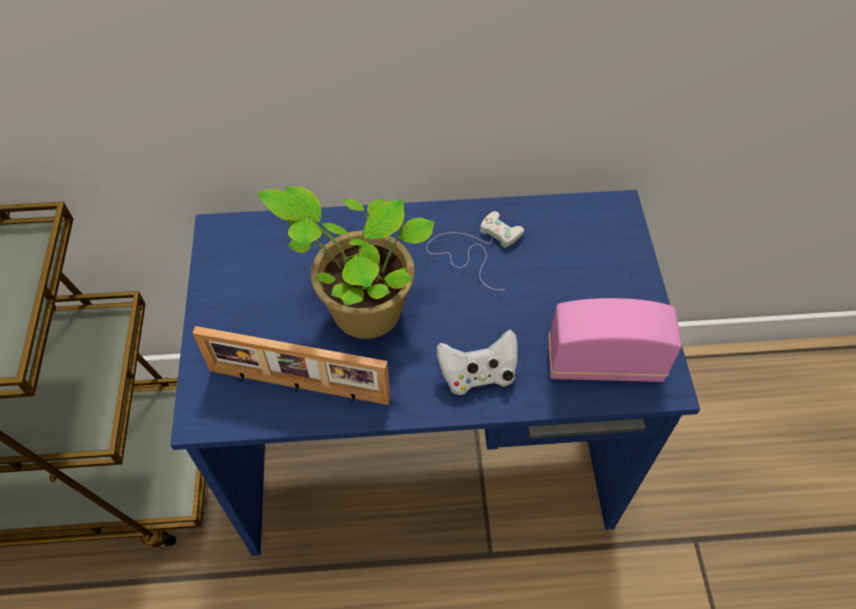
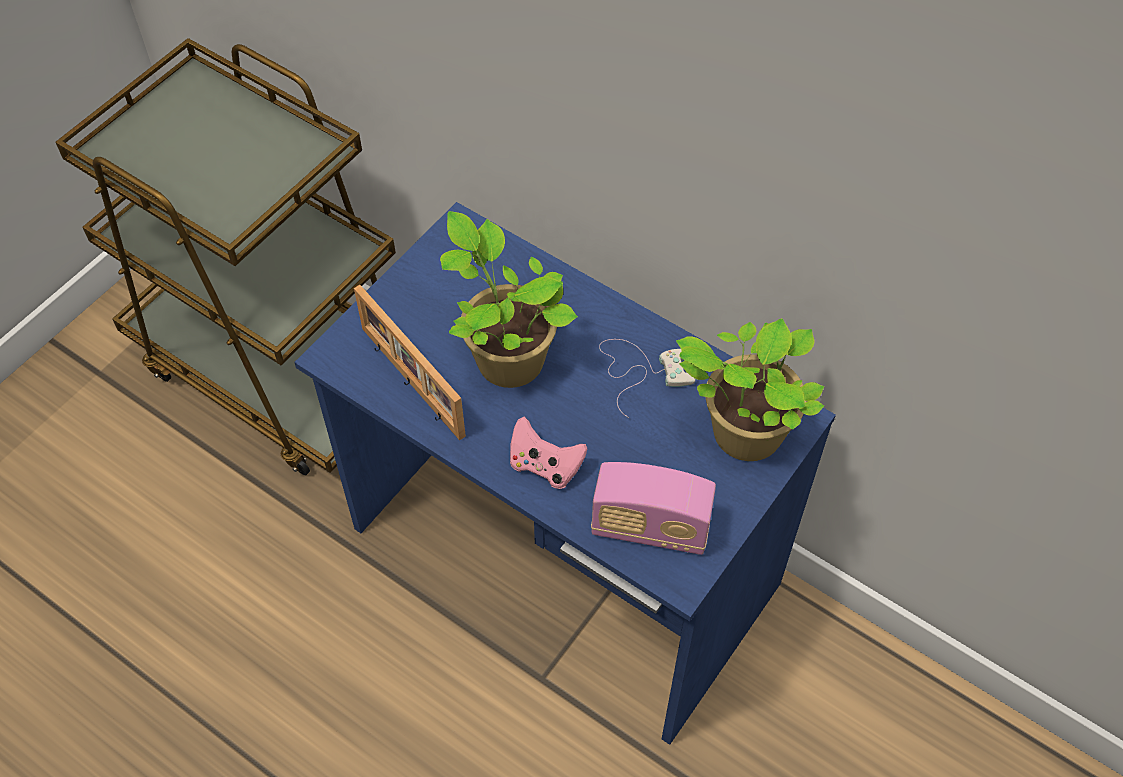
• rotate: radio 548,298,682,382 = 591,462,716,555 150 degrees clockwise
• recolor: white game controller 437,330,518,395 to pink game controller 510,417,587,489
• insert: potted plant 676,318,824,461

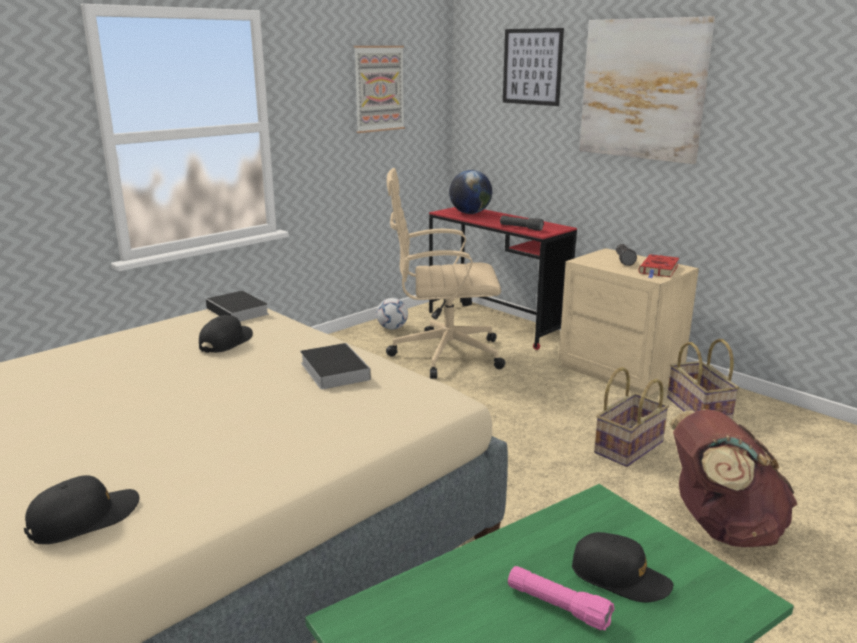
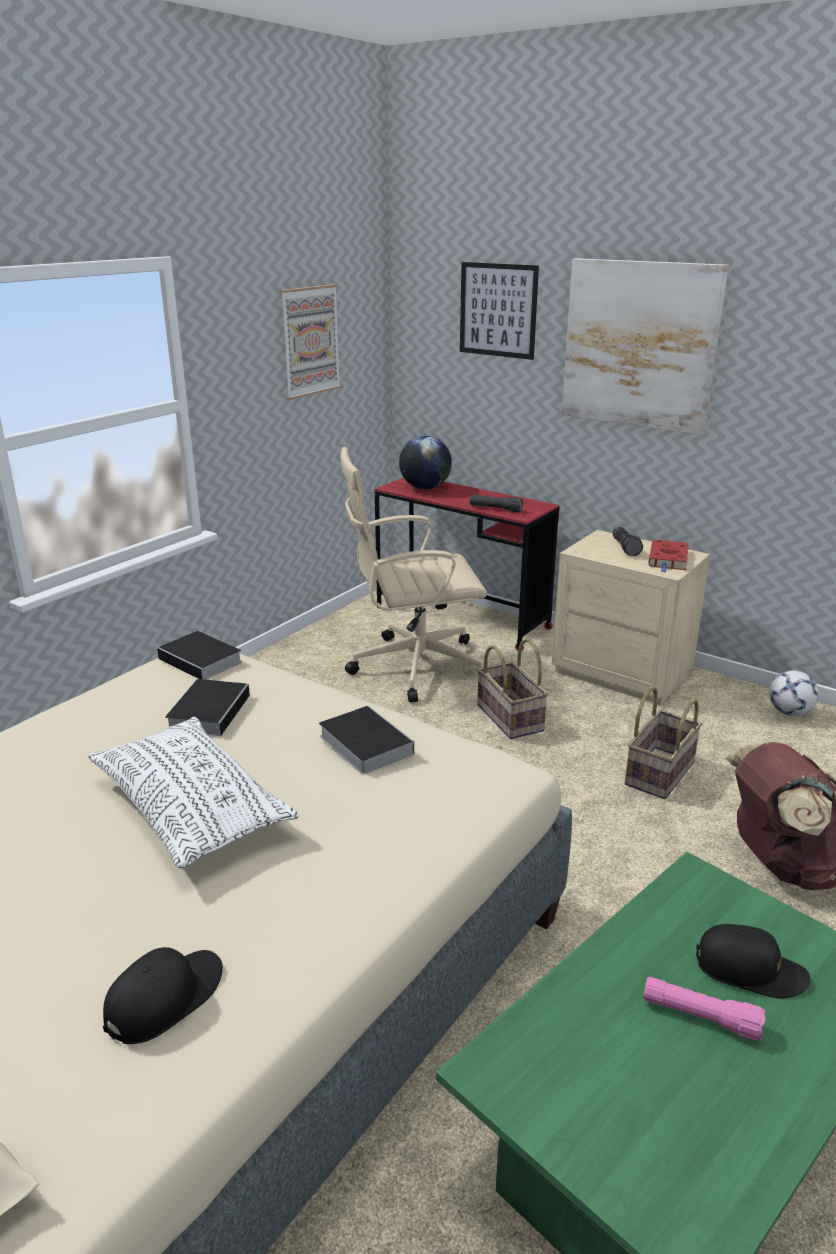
• move: football 376,298,408,330 to 769,670,819,716
• replace: black cap 199,315,253,353 to book 165,679,251,736
• move: basket 667,339,739,420 to 477,638,548,739
• insert: white pillow 88,717,299,868

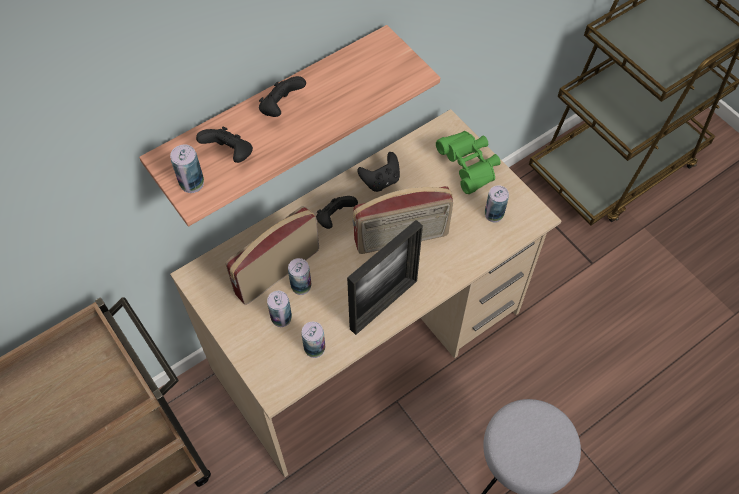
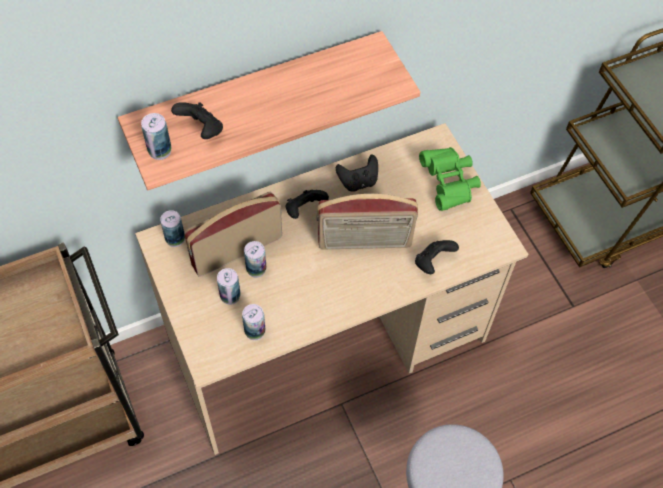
• move: black game controller 259,76,306,117 to 415,240,459,274
• move: can 485,185,509,222 to 160,210,185,247
• delete: picture frame 347,220,423,335

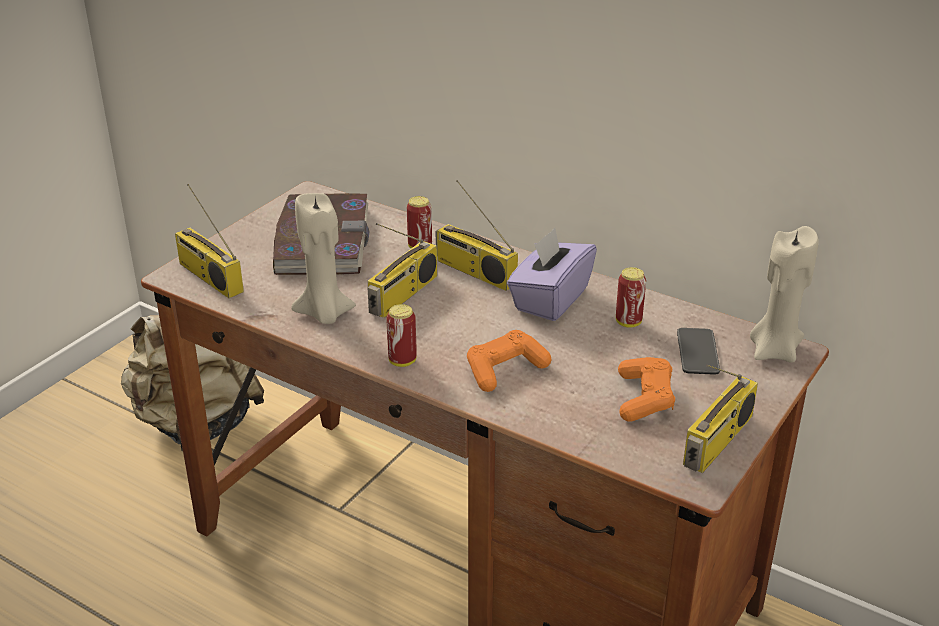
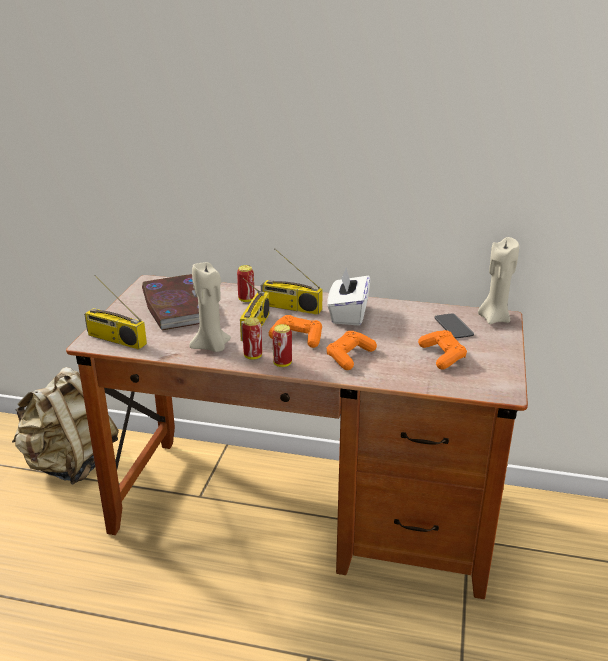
• recolor: purple tissue box 507,228,597,321 to white tissue box 327,268,370,325
• move: can 616,267,646,328 to 242,317,262,360
• delete: radio 683,364,758,473
• insert: orange game controller 269,315,322,348

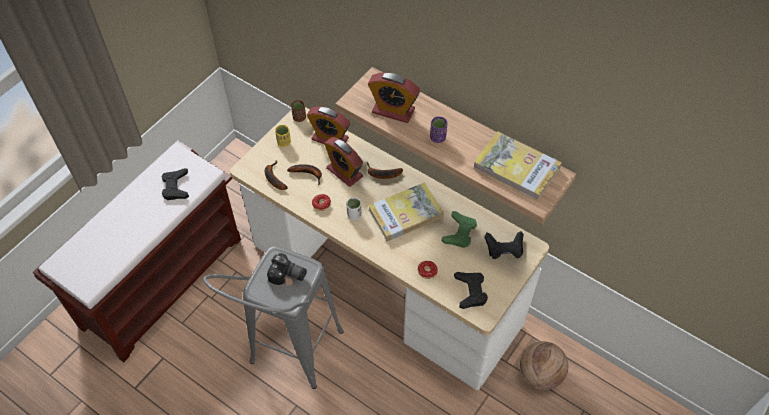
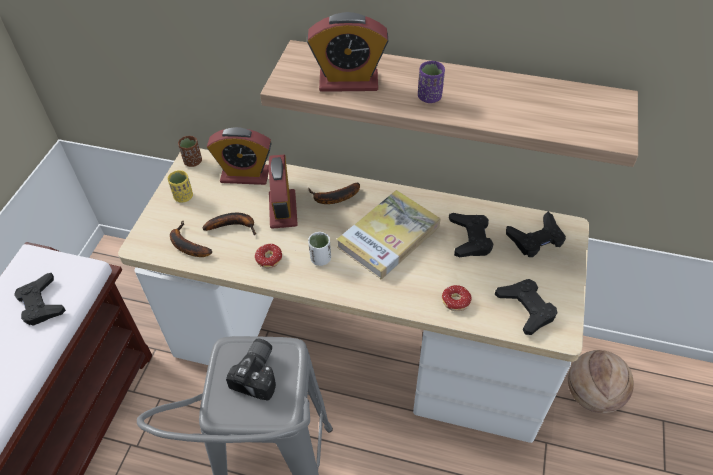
• delete: book 473,131,562,201
• rotate: alarm clock 324,137,363,187 = 269,155,298,229 60 degrees clockwise
• recolor: green game controller 442,211,477,248 to black game controller 449,213,494,258
• rotate: photo camera 267,253,307,285 = 226,339,276,400 75 degrees counterclockwise

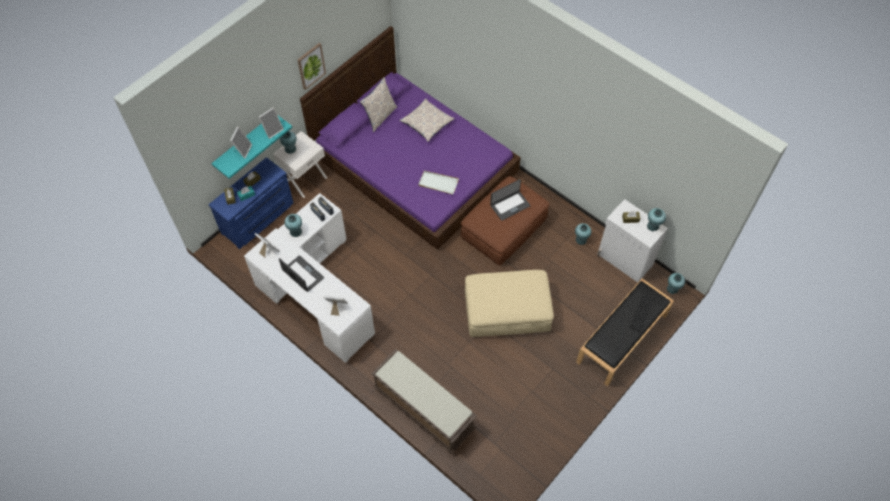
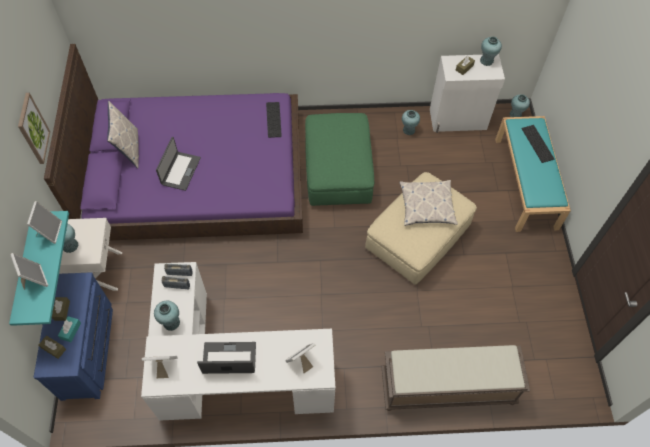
• move: pillow 399,99,455,142 to 400,180,458,226
• delete: white tray 418,171,459,195
• recolor: brown ottoman 460,176,549,266 to green ottoman 305,113,374,206
• move: laptop 490,179,531,221 to 156,137,201,191
• recolor: black bench 576,279,674,386 to turquoise bench 495,116,571,232
• insert: keyboard 266,102,282,138

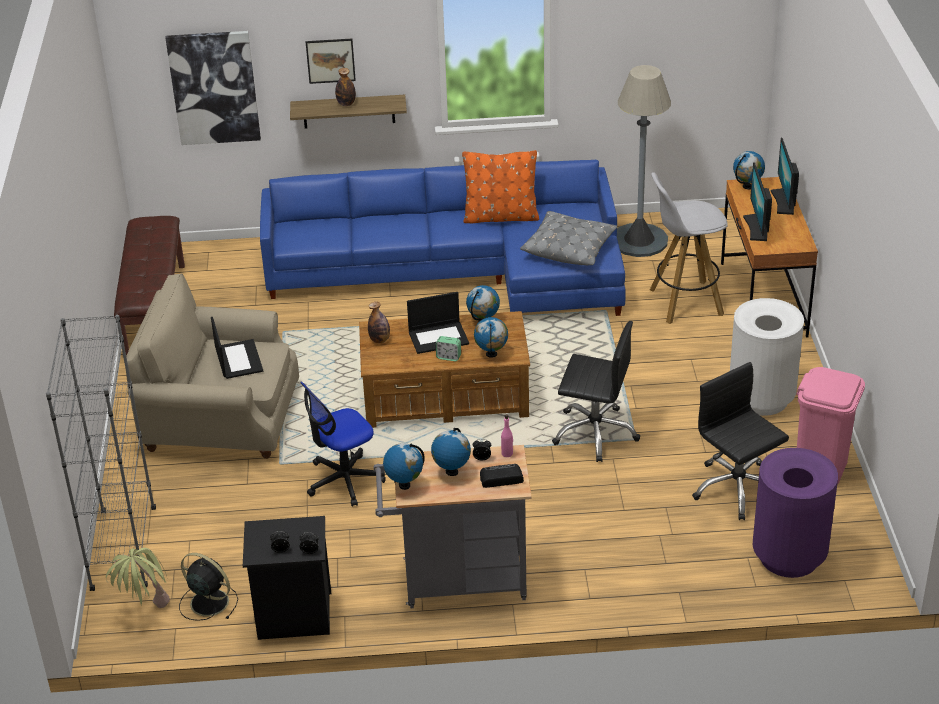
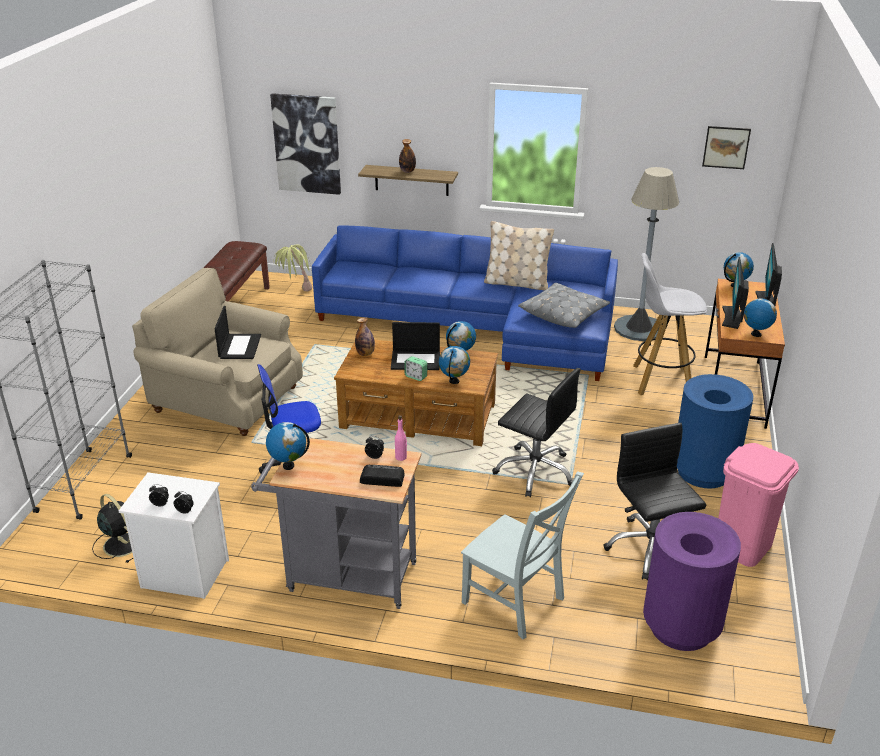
• move: picture 306,39,356,84 to 702,126,751,169
• recolor: orange pillow 462,150,539,223 to beige pillow 484,221,554,290
• recolor: white trash can 730,298,804,416 to blue trash can 677,374,753,489
• move: globe 431,428,471,476 to 744,296,777,337
• recolor: black nightstand 243,516,331,640 to white nightstand 119,472,229,599
• move: potted plant 106,548,170,608 to 273,244,312,291
• insert: grey chair 461,471,584,639

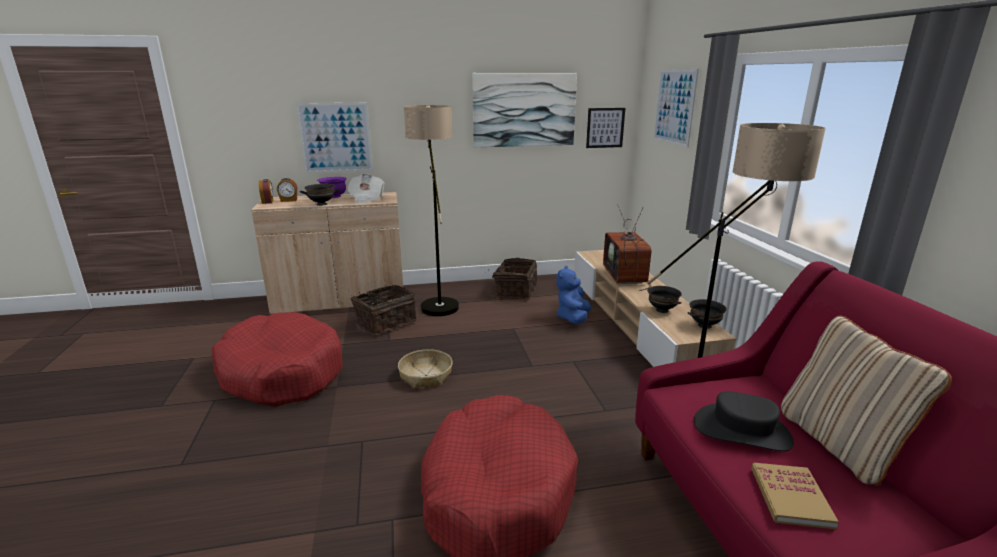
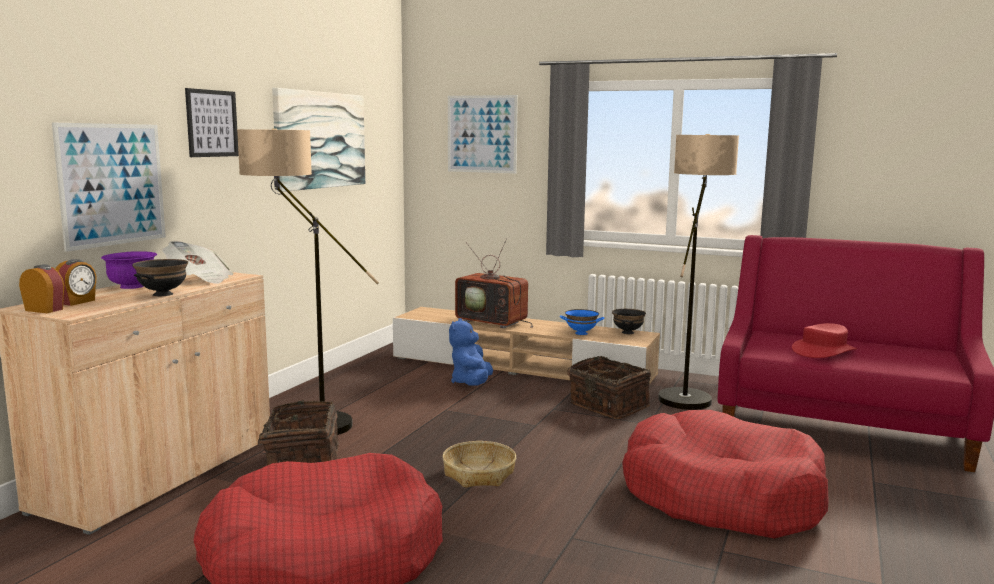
• move: picture 586,108,625,148 to 185,88,239,157
• move: basket 492,258,537,299 to 567,356,651,419
• rotate: blue plush toy 557,266,591,324 = 449,318,493,386 45 degrees clockwise
• recolor: black bowl 647,286,682,313 to blue bowl 560,309,604,335
• delete: beige pillow 781,315,952,486
• recolor: black hat 694,391,794,451 to red hat 792,323,857,358
• delete: book 751,463,839,529

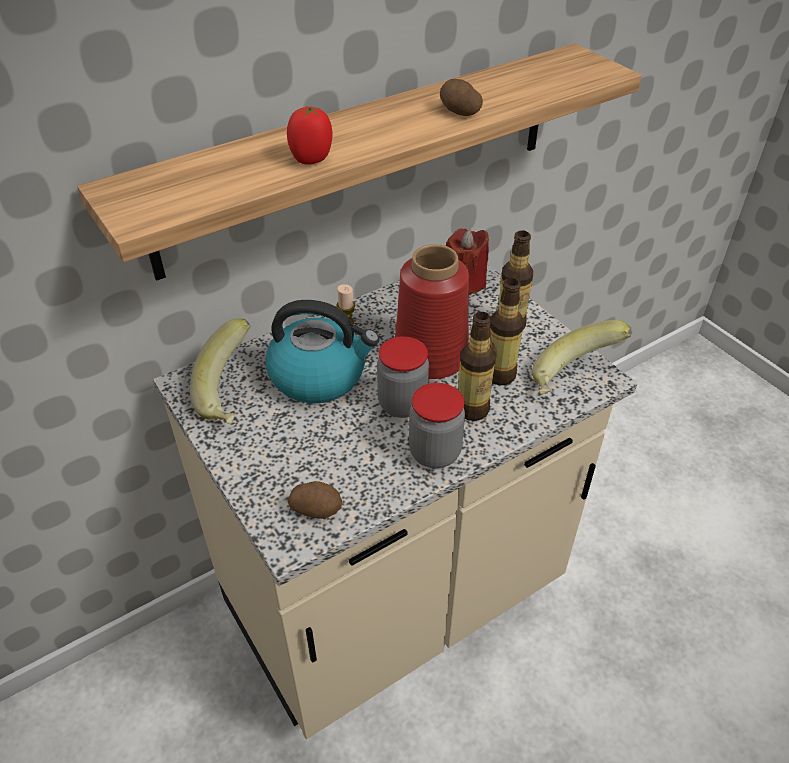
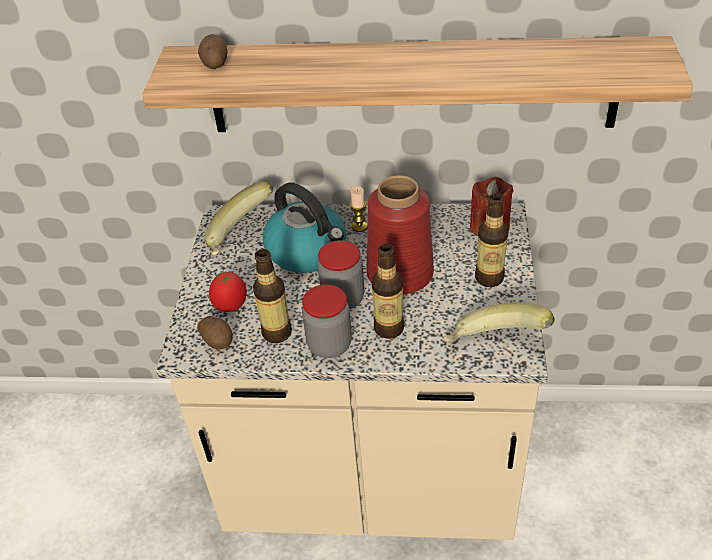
• move: potato 440,79,483,116 to 198,34,228,69
• move: tomato 287,106,333,165 to 209,272,247,312
• move: bottle 490,278,524,385 to 253,249,292,343

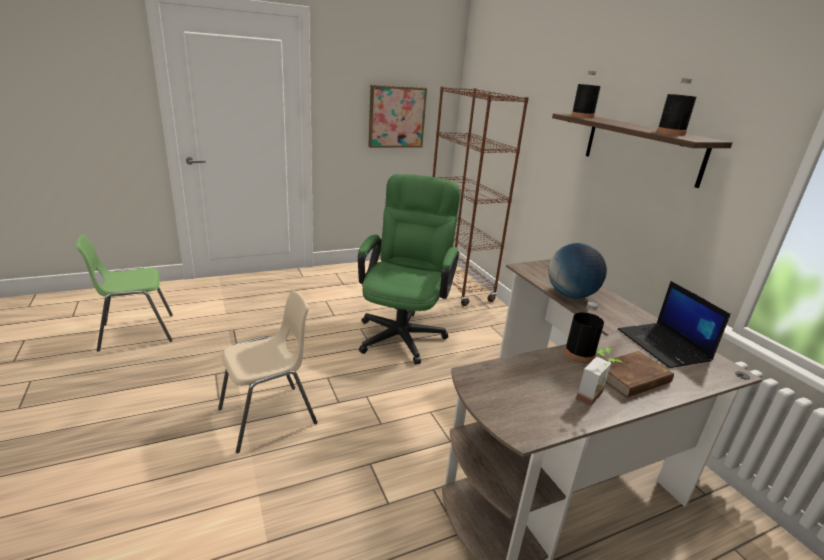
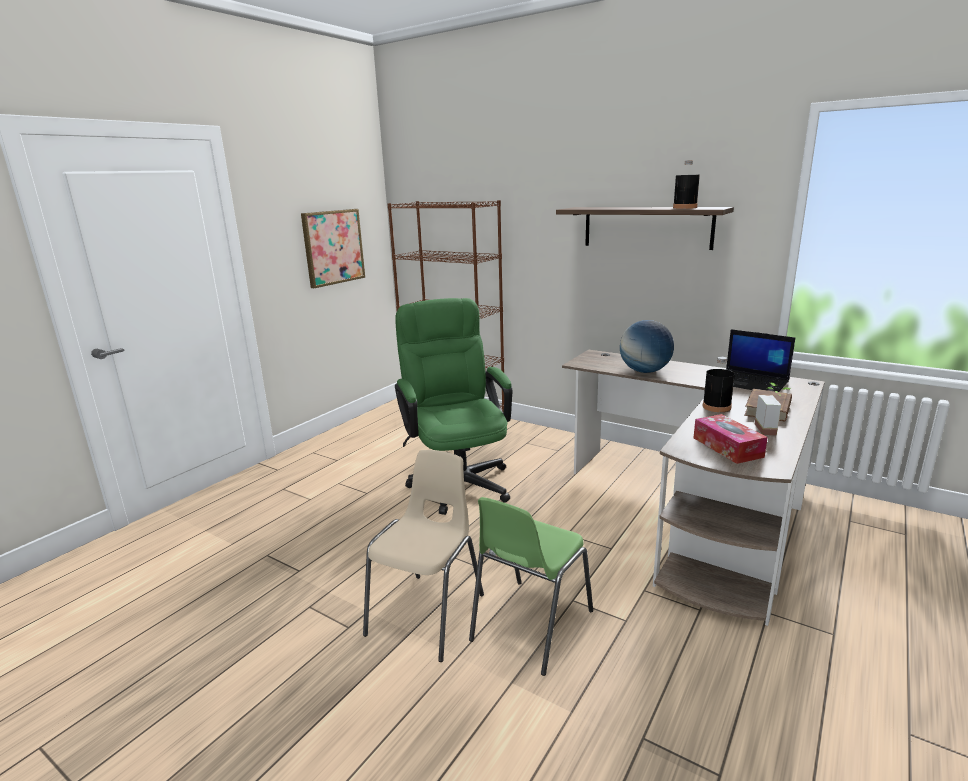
• delete: black bottle 571,71,601,118
• move: green chair 76,235,173,352 to 469,497,593,676
• insert: tissue box 693,414,768,464

